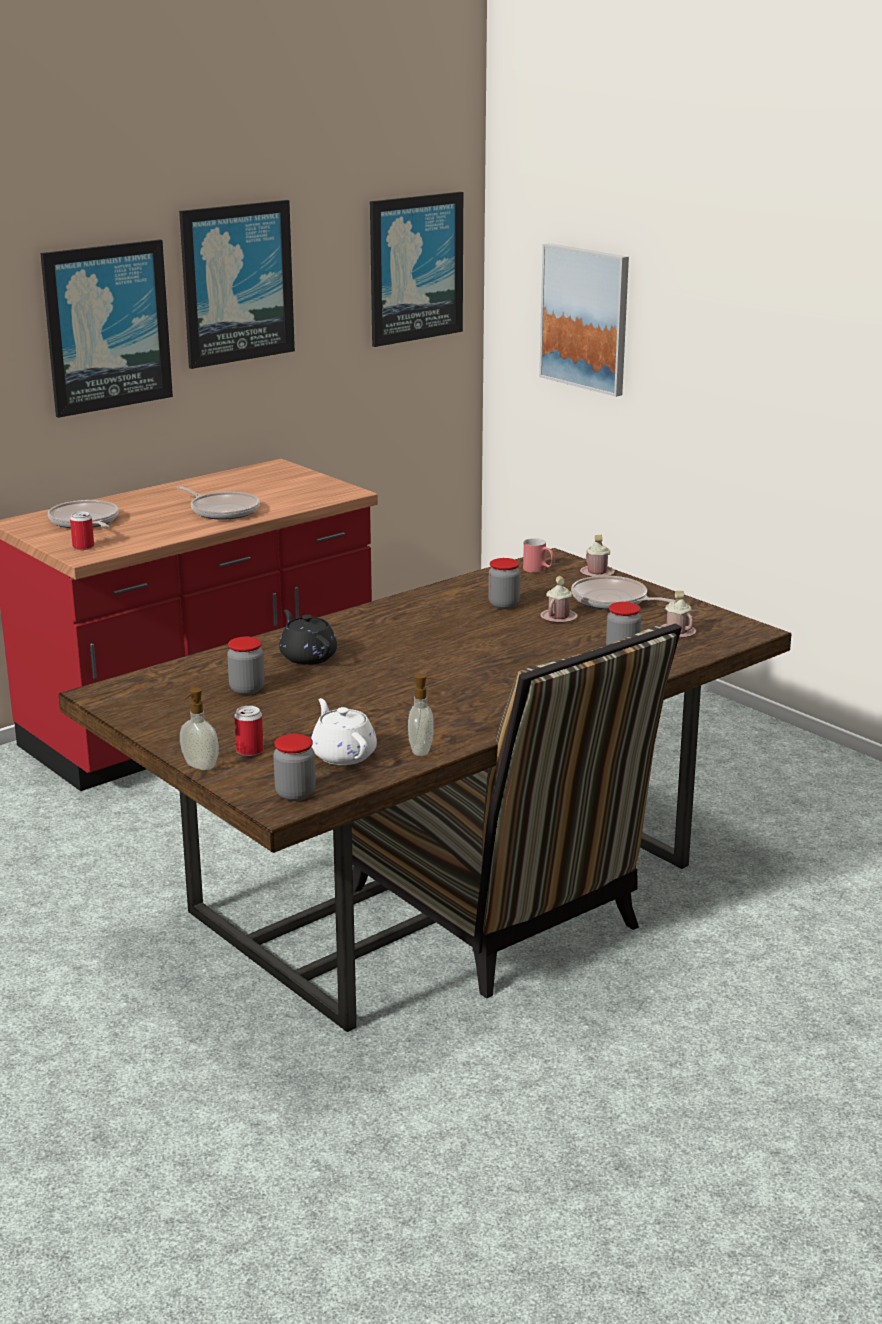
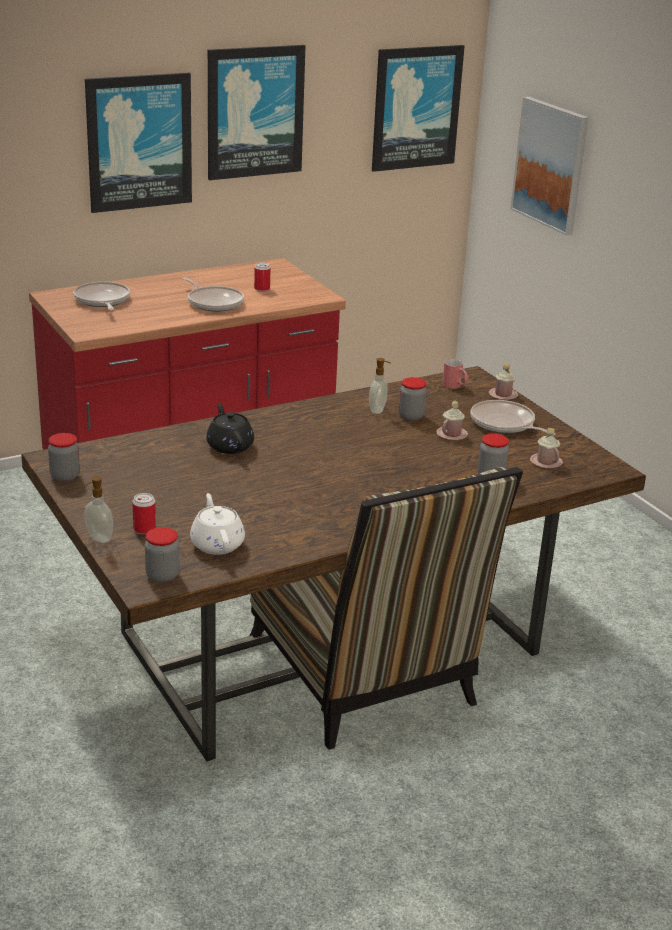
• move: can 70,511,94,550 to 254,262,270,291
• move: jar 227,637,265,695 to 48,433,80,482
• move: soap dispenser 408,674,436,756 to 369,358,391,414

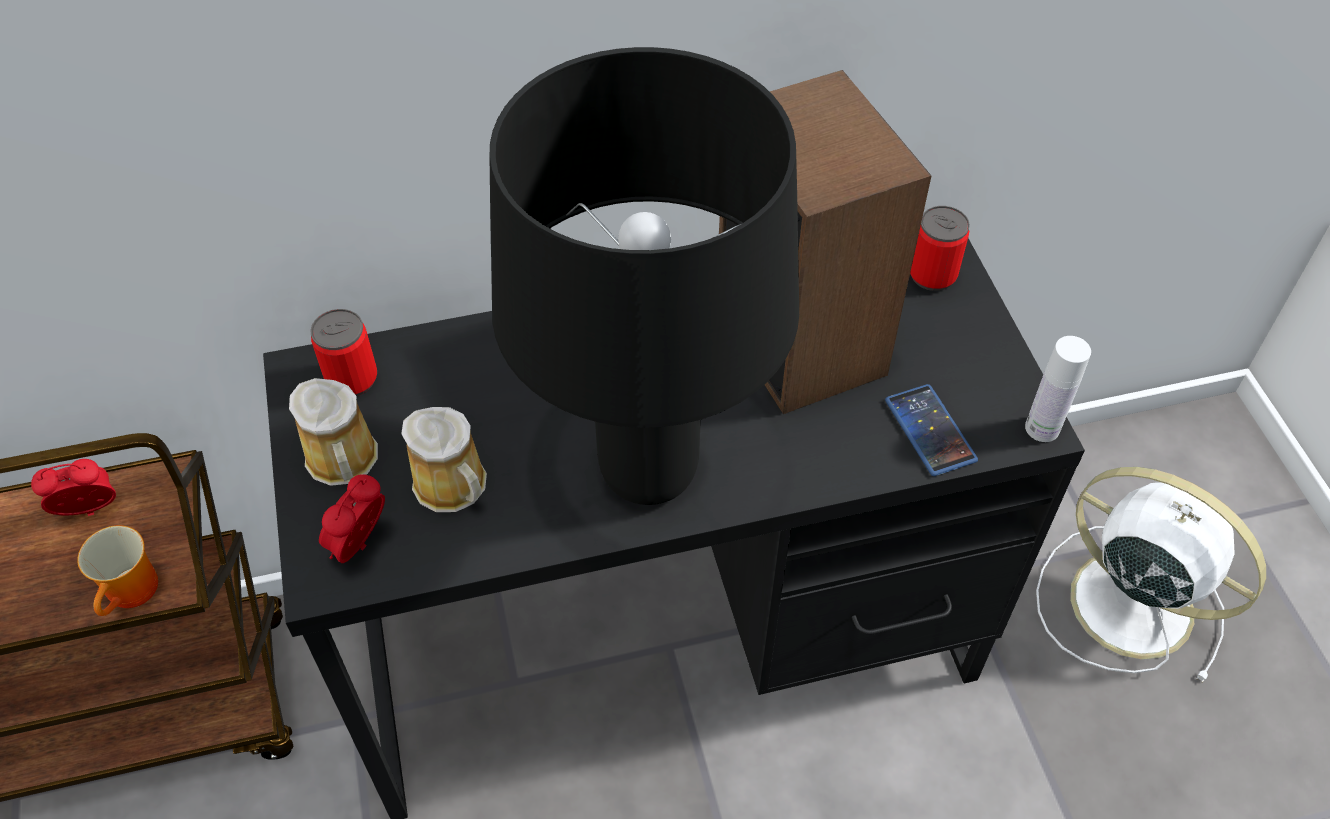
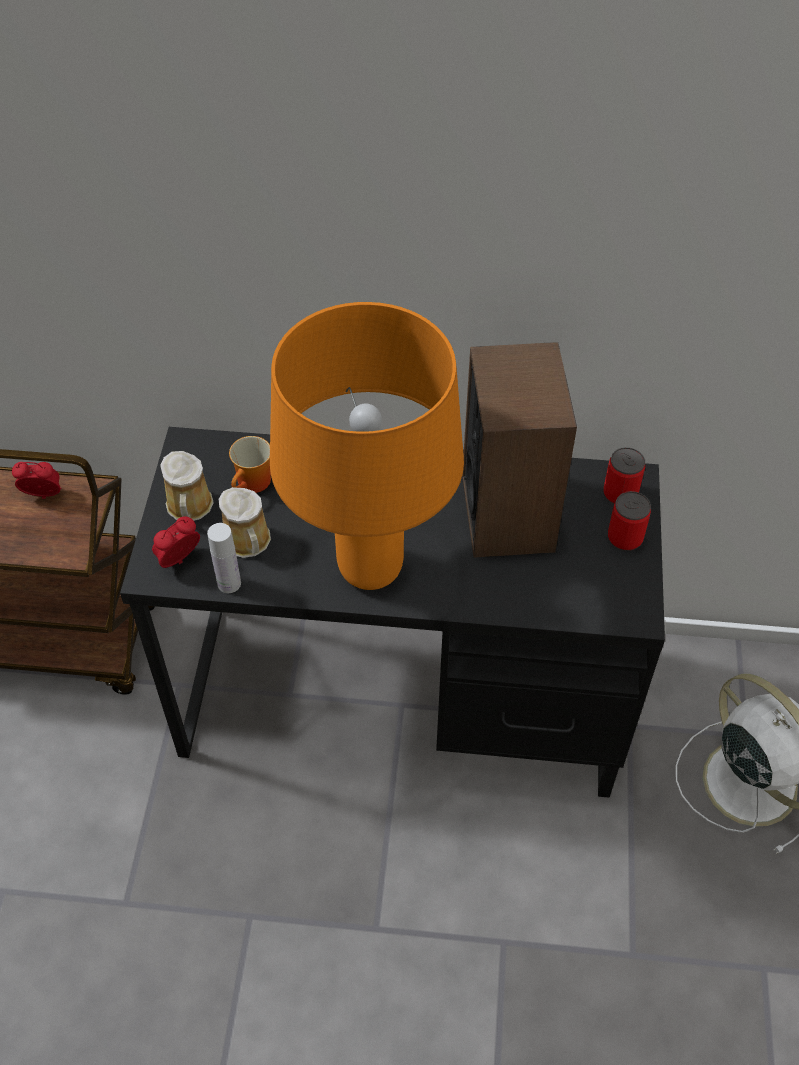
• recolor: black table lamp 489,47,799,505 to orange table lamp 270,302,464,590
• move: can 311,309,377,396 to 608,491,651,551
• move: white bottle 1025,336,1091,442 to 207,523,241,593
• delete: phone 885,384,978,476
• move: mug 77,525,158,616 to 229,436,271,493

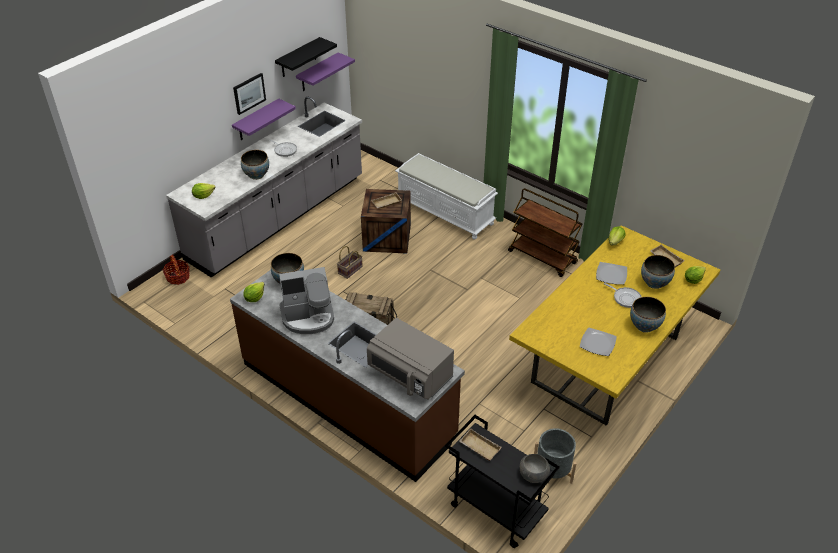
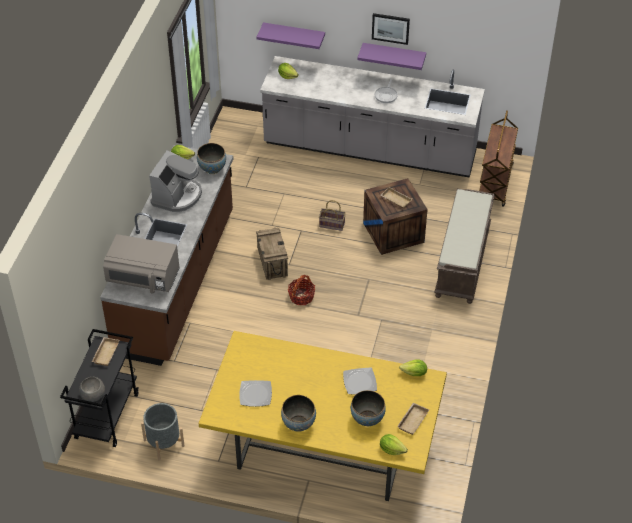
• delete: black shelf 275,37,337,77
• move: purple shelf 296,52,355,91 to 257,22,325,49
• delete: bowl 241,150,269,180
• recolor: white bench 395,153,498,240 to brown bench 434,189,495,304
• move: brown cart 508,188,583,277 to 479,110,518,207
• move: basket 163,254,190,285 to 288,275,315,305
• rotate: coffee machine 279,267,334,334 = 149,150,202,212 120 degrees counterclockwise
• delete: frying pan 604,283,642,308
• rotate: grey microwave 367,318,454,400 = 103,234,180,294 90 degrees counterclockwise

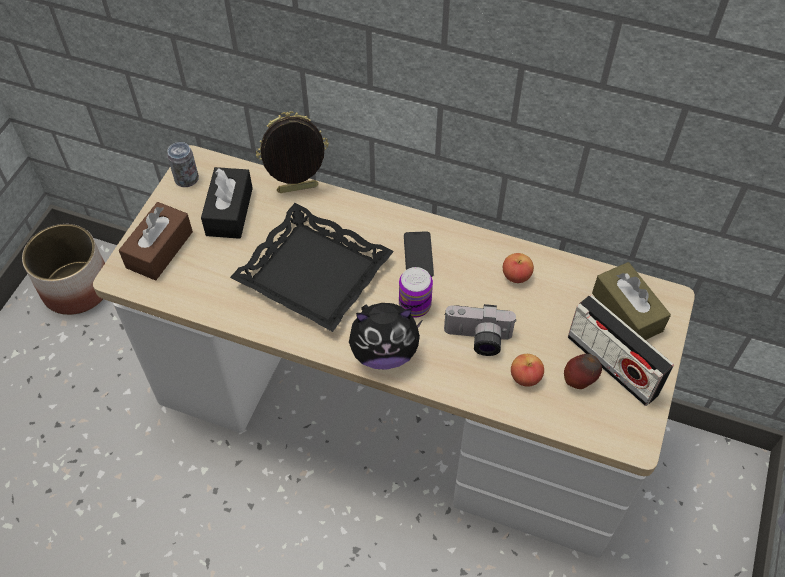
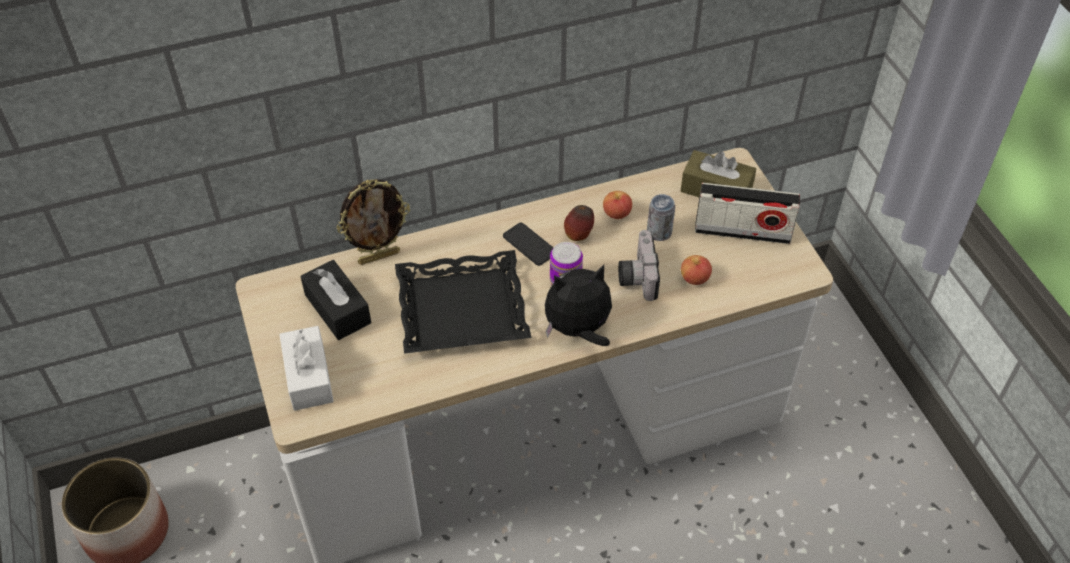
• rotate: picture frame 256,111,329,193 = 337,179,410,265 150 degrees counterclockwise
• move: can 167,142,199,187 to 647,194,675,241
• recolor: brown tissue box 119,202,193,280 to white tissue box 279,326,334,411
• rotate: plush toy 349,303,423,370 = 545,265,612,346 150 degrees counterclockwise
• rotate: photo camera 444,304,517,356 = 618,230,660,301 120 degrees clockwise
• move: apple 564,354,602,389 to 564,205,594,241

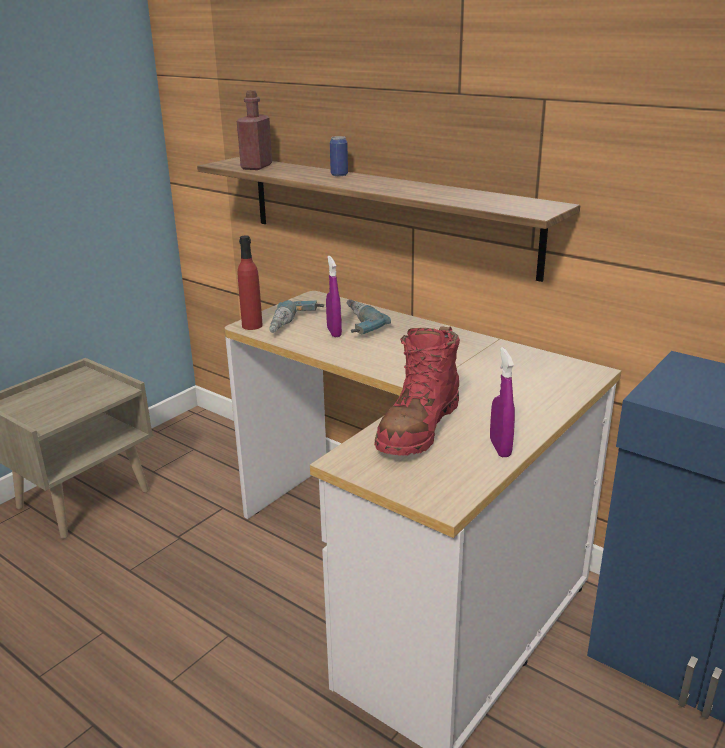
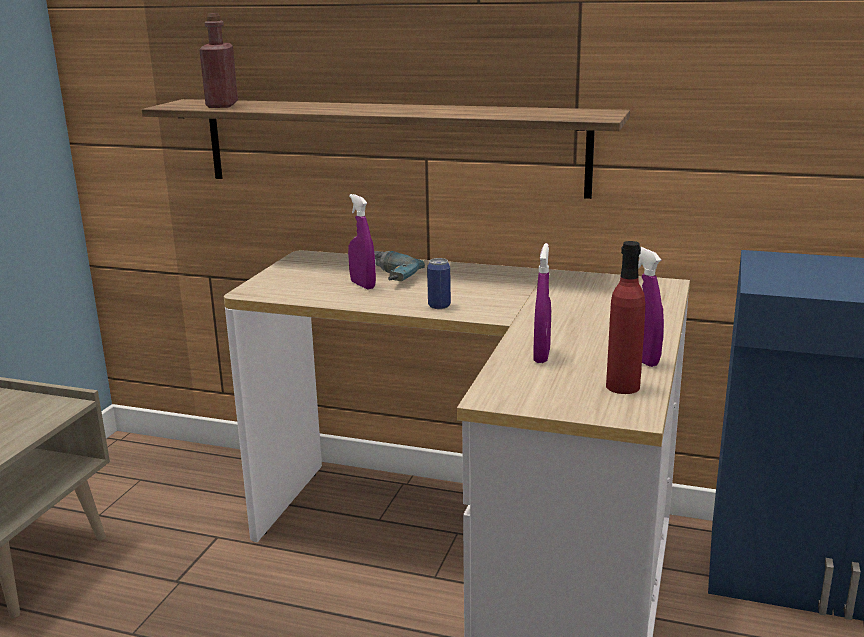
• move: can 330,136,348,176 to 427,258,451,309
• move: red bottle 238,235,263,330 to 606,241,645,394
• delete: power drill 269,300,324,333
• replace: red boot 374,326,460,456 to purple spray bottle 533,243,551,363

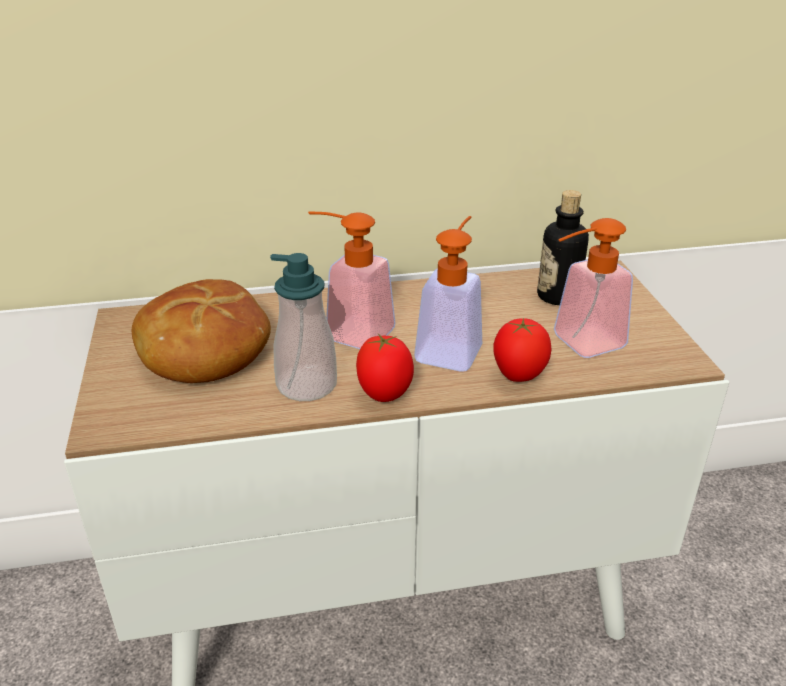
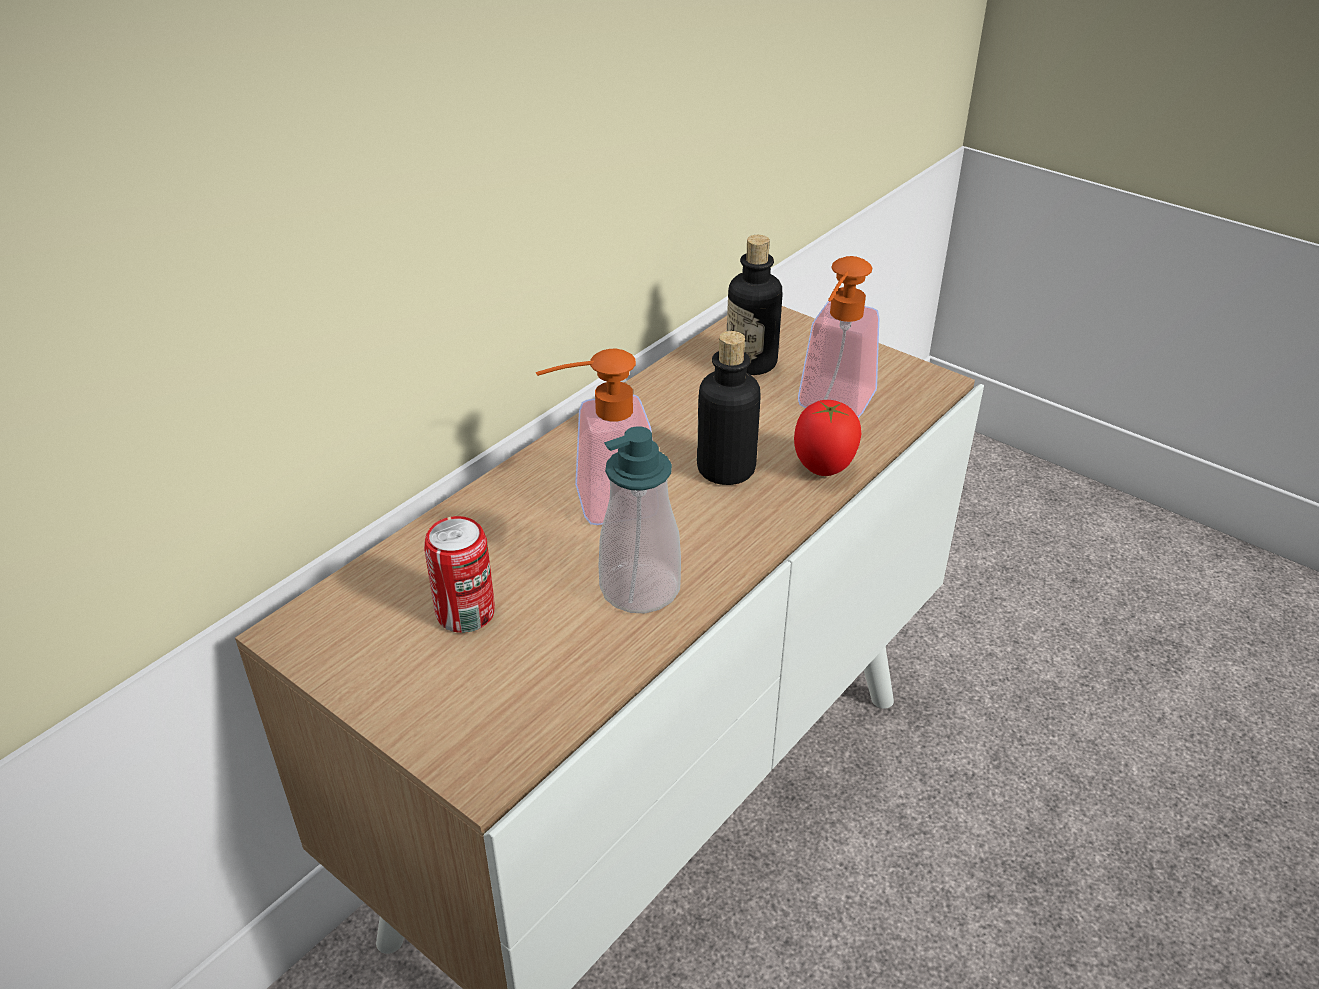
• replace: soap dispenser 414,216,482,372 to bottle 697,331,761,485
• replace: bread 132,279,271,383 to can 424,516,495,633
• delete: tomato 356,334,414,402

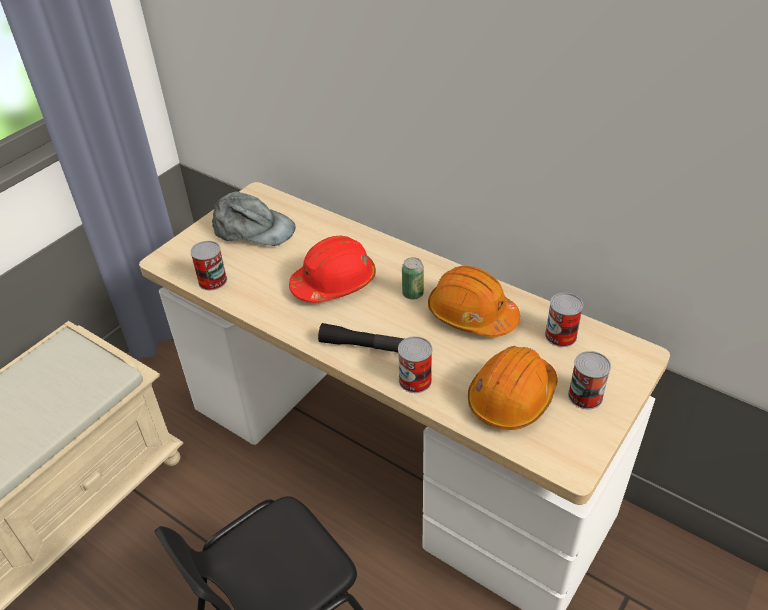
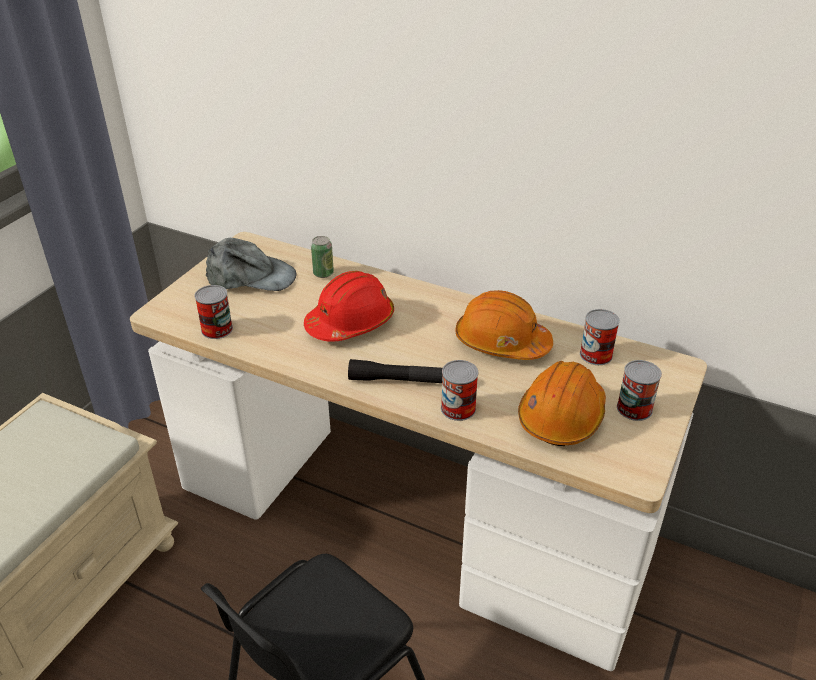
• move: can 402,257,424,299 to 311,236,334,278

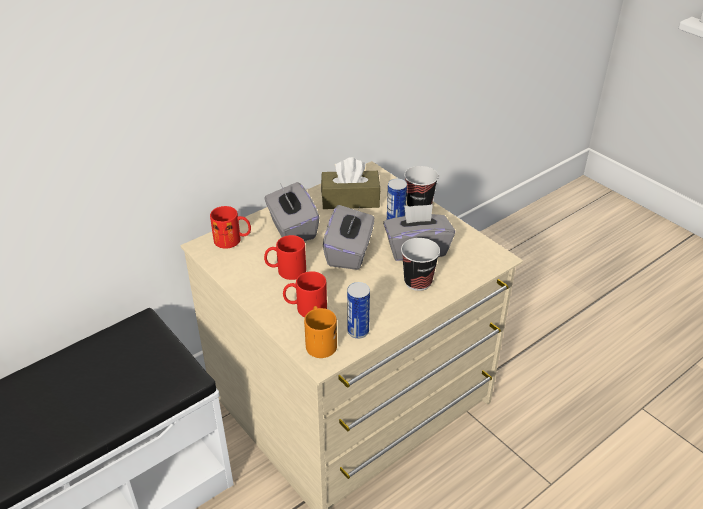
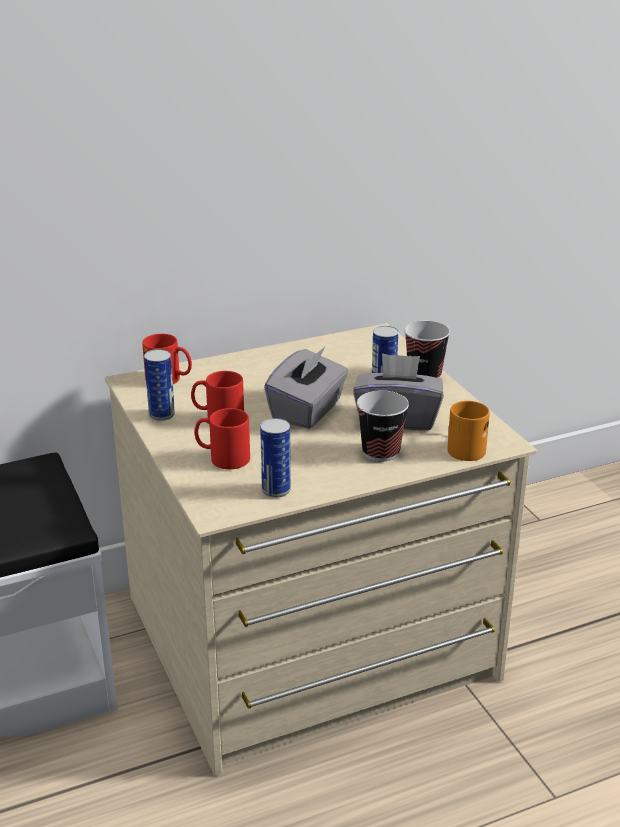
• delete: brown tissue box 321,157,381,209
• delete: grey tissue box 264,182,320,241
• move: orange mug 304,306,337,358 to 447,401,490,461
• insert: can 144,349,175,421

